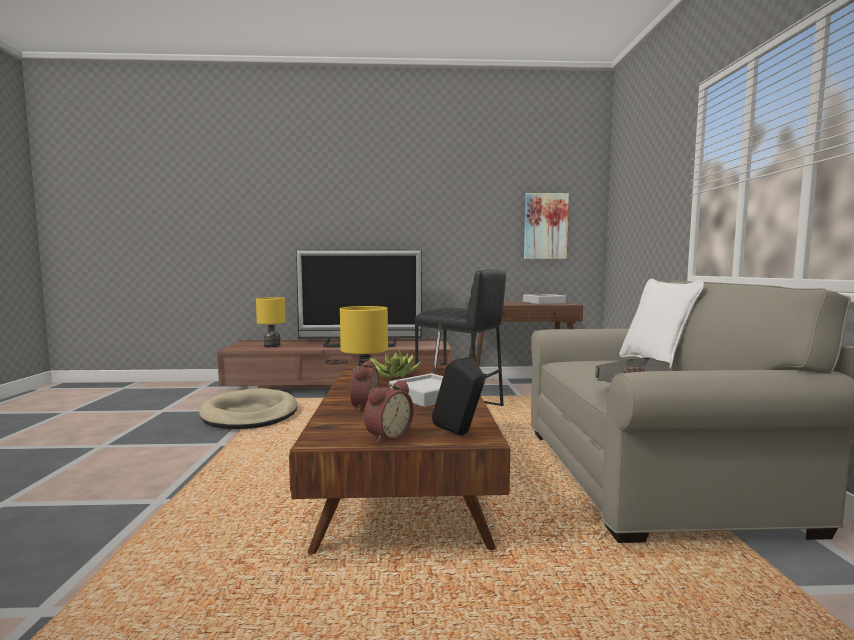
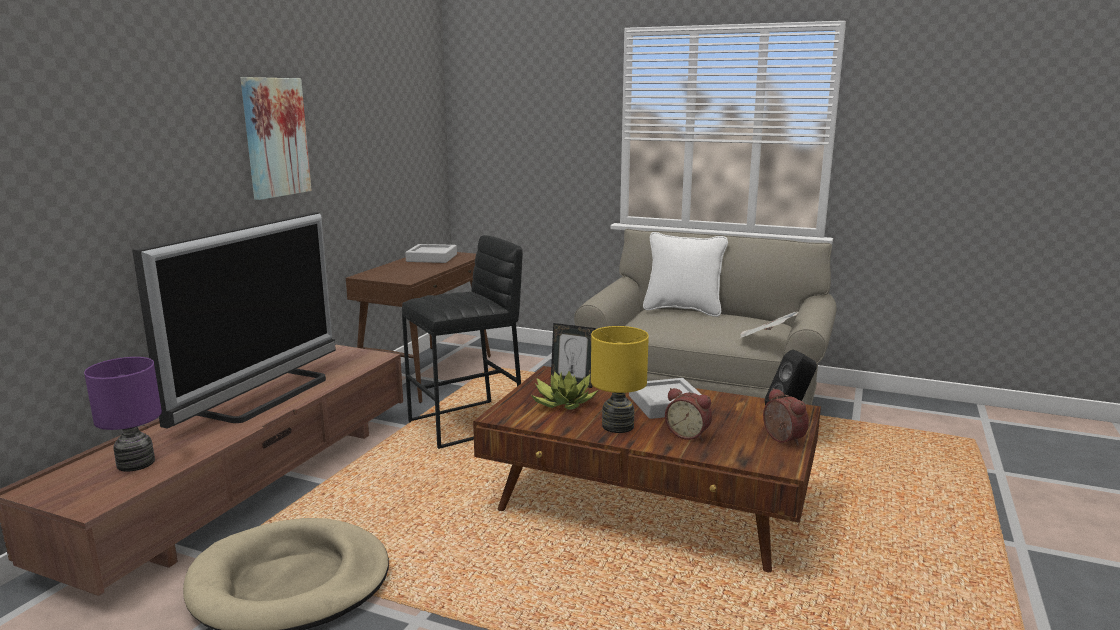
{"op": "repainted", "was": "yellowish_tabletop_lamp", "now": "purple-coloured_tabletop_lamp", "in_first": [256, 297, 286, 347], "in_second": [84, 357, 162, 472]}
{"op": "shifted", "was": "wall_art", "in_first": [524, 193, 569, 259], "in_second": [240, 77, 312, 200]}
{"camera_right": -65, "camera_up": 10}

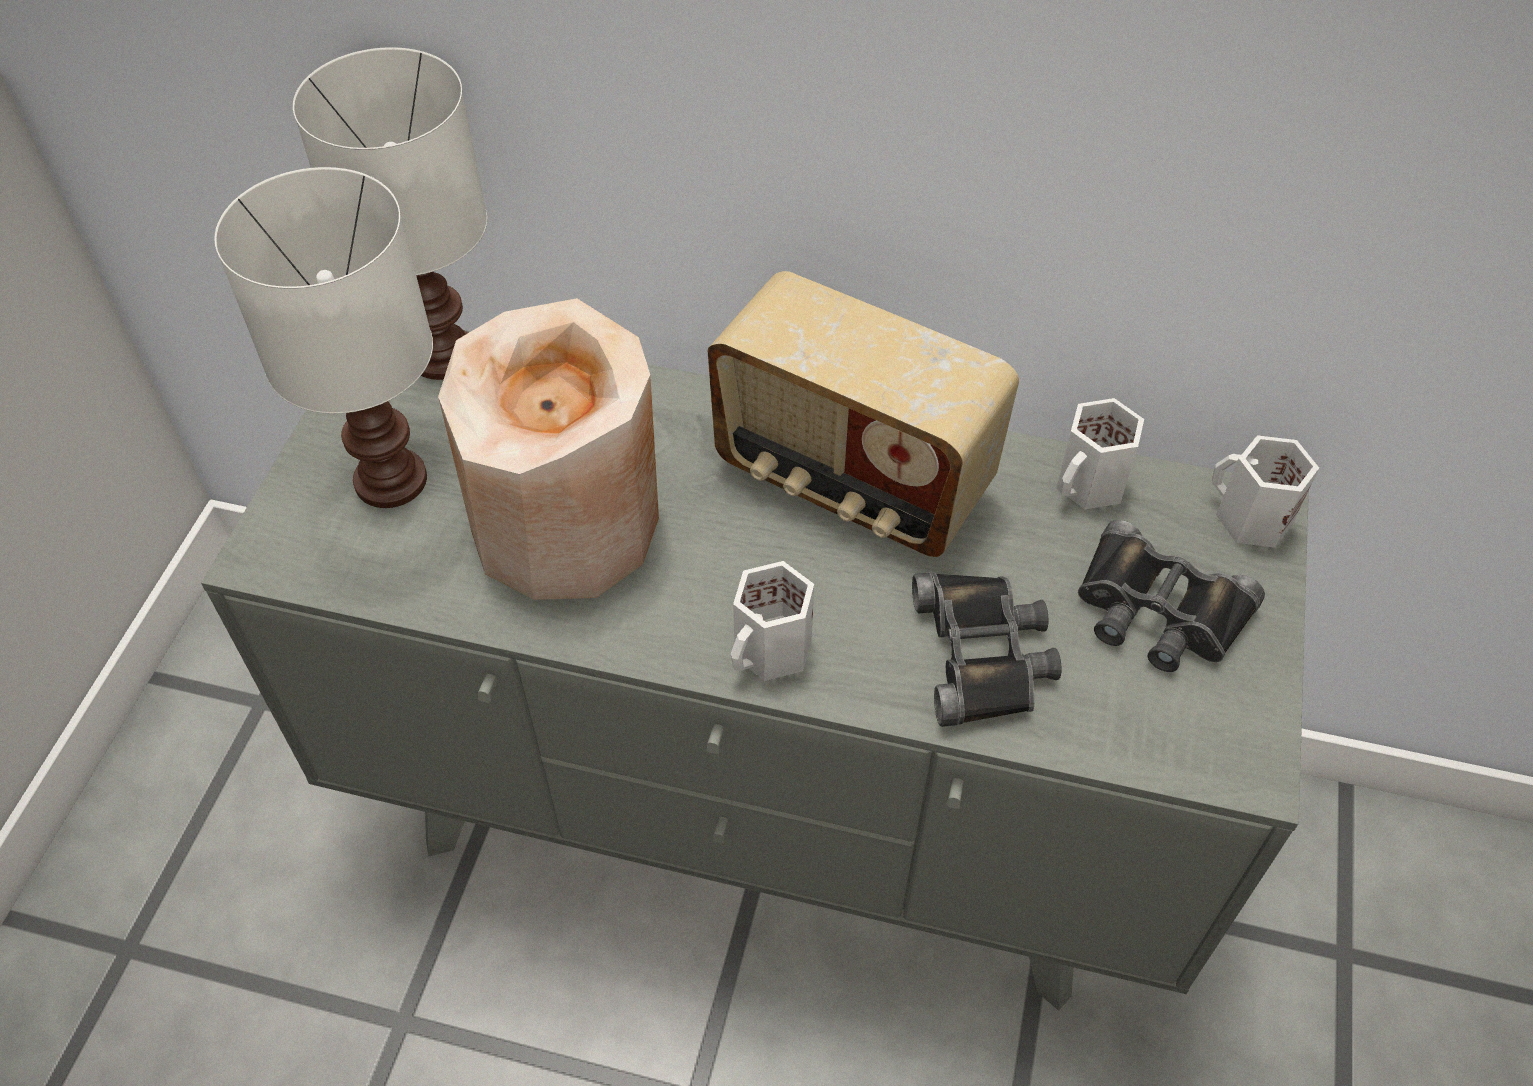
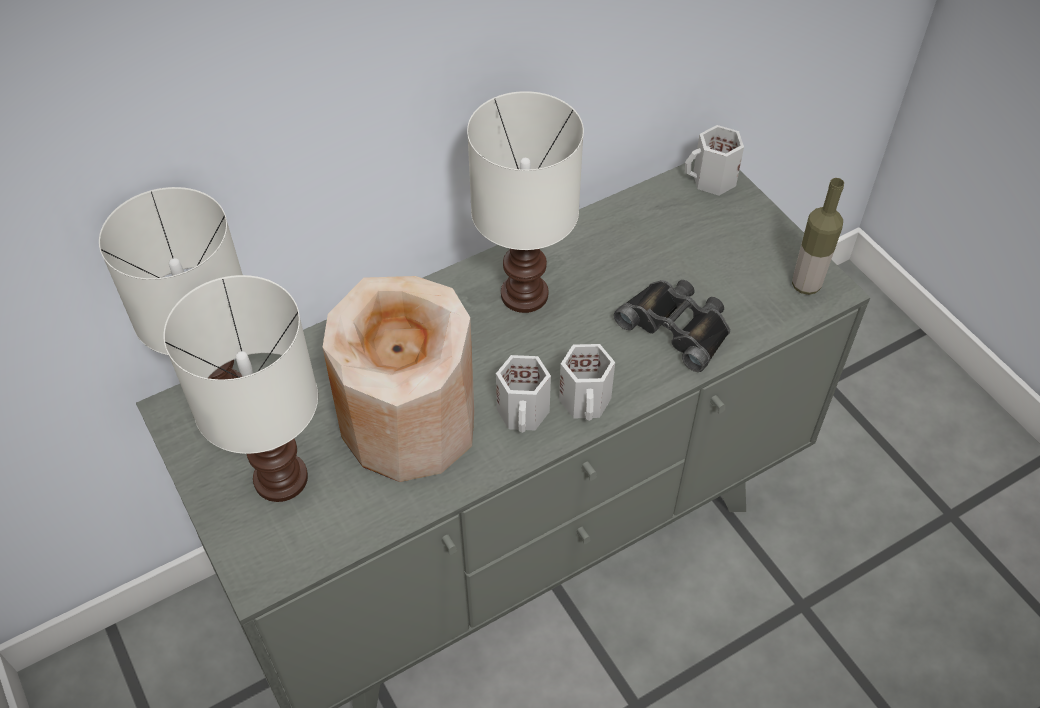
{"op": "swapped", "was": "radio_set", "now": "whitish_tabletop_lamp", "in_first": [708, 271, 1019, 557], "in_second": [467, 91, 584, 313]}
{"op": "shifted", "was": "whitish_coffee_mug", "in_first": [1057, 398, 1144, 509], "in_second": [496, 355, 551, 433]}
{"op": "new", "now": "bottle", "in_second": [792, 178, 844, 295]}
{"op": "gone", "was": "black_binoculars", "in_first": [1078, 520, 1265, 672]}
{"camera_right": -45, "camera_up": 0}

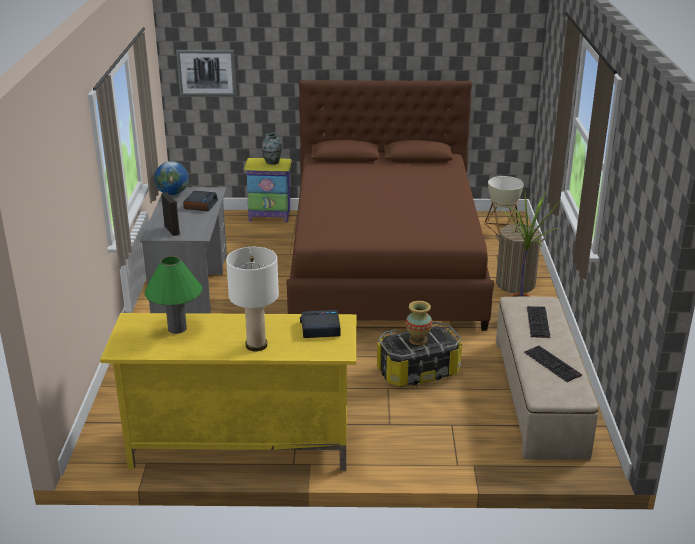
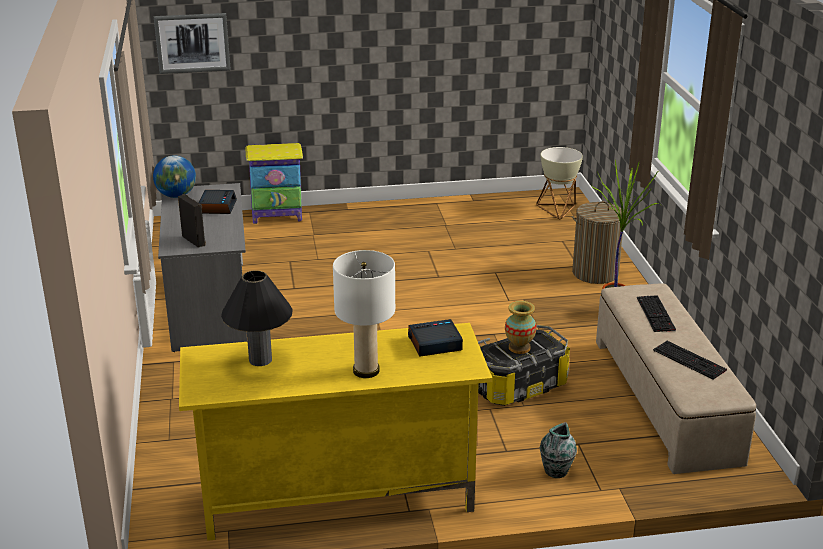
{"op": "repainted", "was": "green-coloured_tabletop_lamp", "now": "black_tabletop_lamp", "in_first": [145, 256, 202, 334], "in_second": [221, 270, 293, 366]}
{"op": "shifted", "was": "decorative_vase", "in_first": [261, 132, 282, 165], "in_second": [540, 422, 577, 478]}
{"op": "gone", "was": "brown-coloured_bed", "in_first": [286, 80, 494, 331]}
{"camera_right": -10, "camera_up": 0}

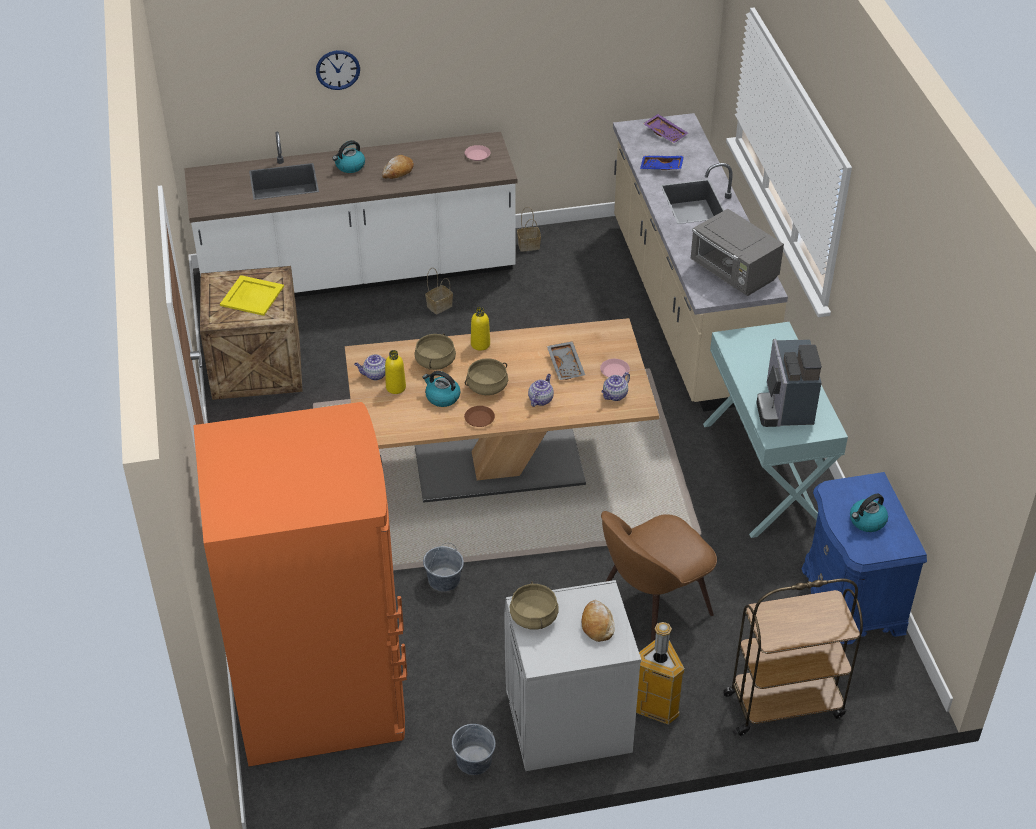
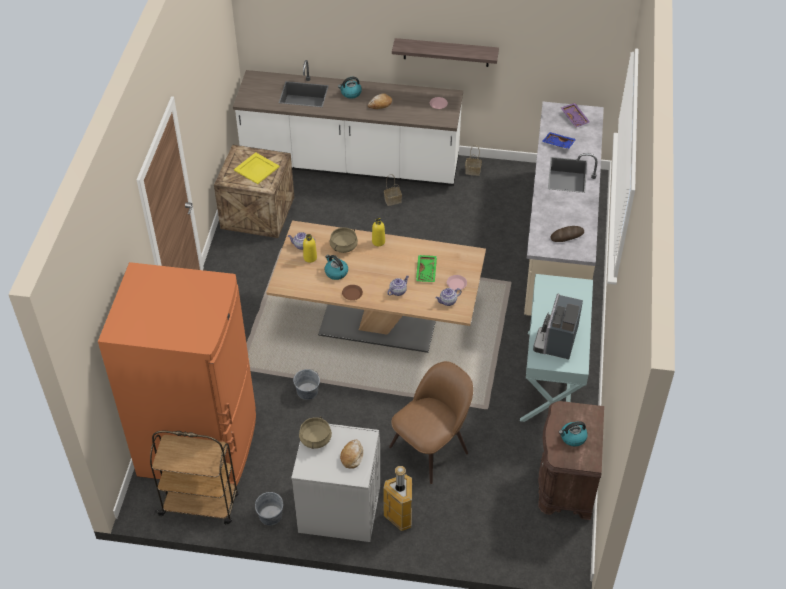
{"op": "shifted", "was": "brown-coloured_trolley", "in_first": [724, 579, 863, 736], "in_second": [150, 431, 239, 525]}
{"op": "rotated", "was": "brown-coloured_chair", "in_first": [601, 511, 717, 642], "in_second": [389, 361, 473, 484], "clockwise": 150}
{"op": "new", "now": "shelf", "in_second": [392, 38, 499, 67]}
{"op": "repainted", "was": "greyish_serving_tray", "now": "green-coloured_serving_tray", "in_first": [547, 341, 585, 380], "in_second": [416, 255, 437, 282]}
{"op": "repainted", "was": "blue-coloured_nightstand", "now": "brown-coloured_nightstand", "in_first": [802, 472, 927, 644], "in_second": [538, 401, 604, 520]}
{"op": "swapped", "was": "greyish_microwave", "now": "bread", "in_first": [690, 209, 784, 296], "in_second": [551, 226, 584, 242]}
{"op": "gone", "was": "clock_on_the_wall", "in_first": [316, 50, 360, 90]}
{"op": "gone", "was": "sand-coloured_cooking_pot", "in_first": [465, 358, 508, 395]}
{"camera_right": 20, "camera_up": 5}

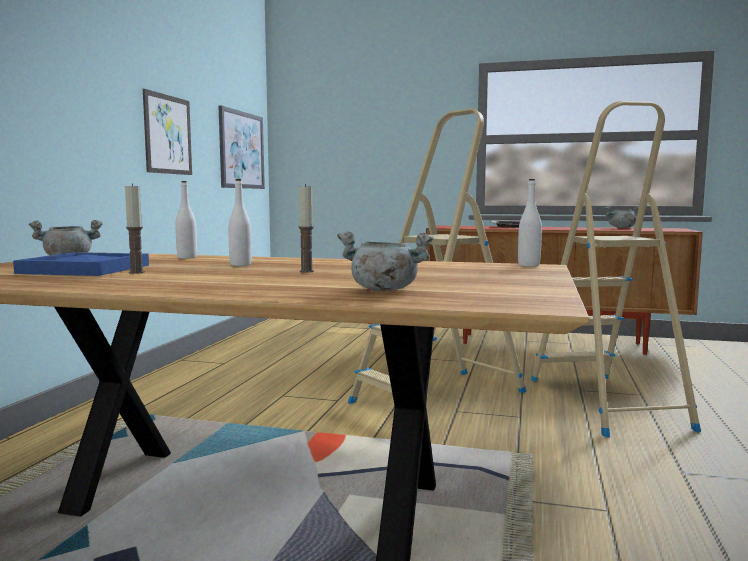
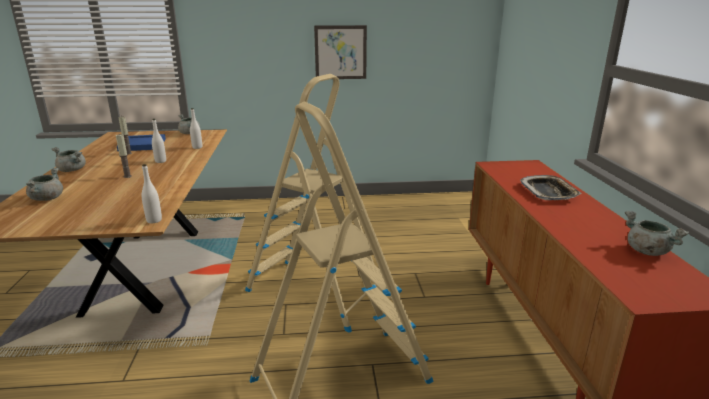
{"op": "new", "now": "greyish_cooking_pot", "in_second": [52, 147, 86, 172]}
{"op": "gone", "was": "wall_art", "in_first": [218, 105, 265, 189]}
{"camera_right": 70, "camera_up": 15}

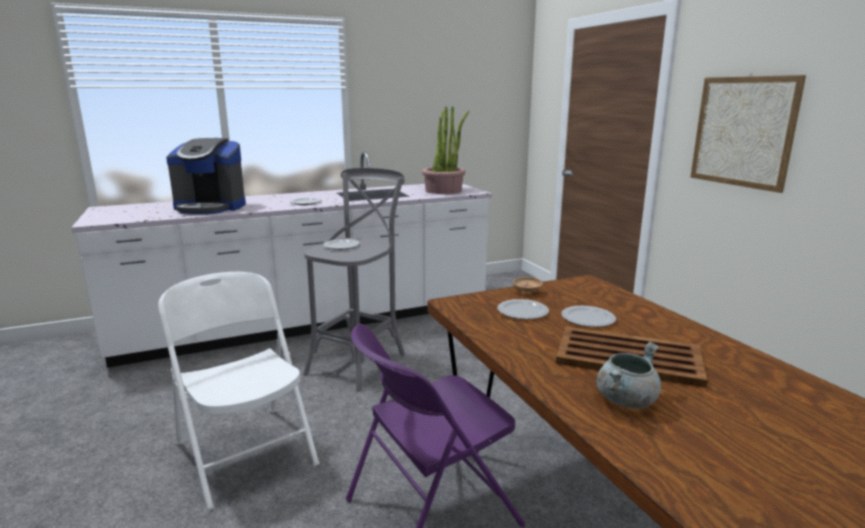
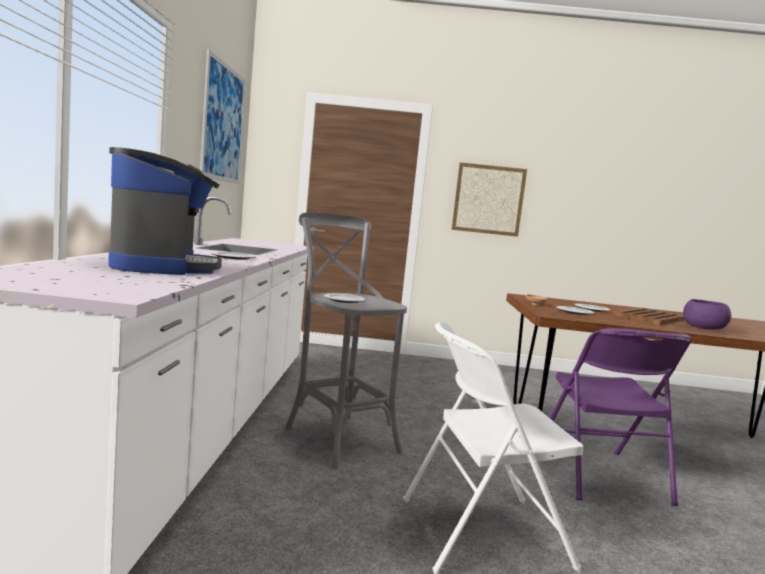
{"op": "rotated", "was": "coffee_maker", "in_first": [166, 138, 246, 214], "in_second": [108, 147, 222, 275], "clockwise": -45}
{"op": "new", "now": "wall_art", "in_second": [200, 49, 246, 184]}
{"op": "swapped", "was": "greyish_cooking_pot", "now": "purple-coloured_serving_bowl", "in_first": [596, 342, 661, 409], "in_second": [683, 299, 731, 330]}
{"op": "gone", "was": "houseplant", "in_first": [422, 106, 469, 194]}
{"camera_right": -65, "camera_up": -10}

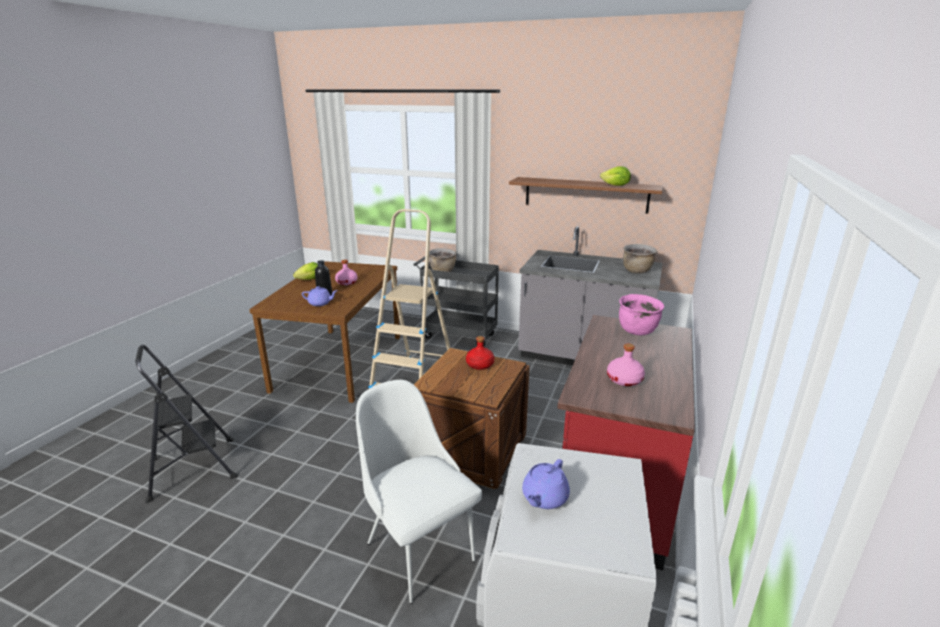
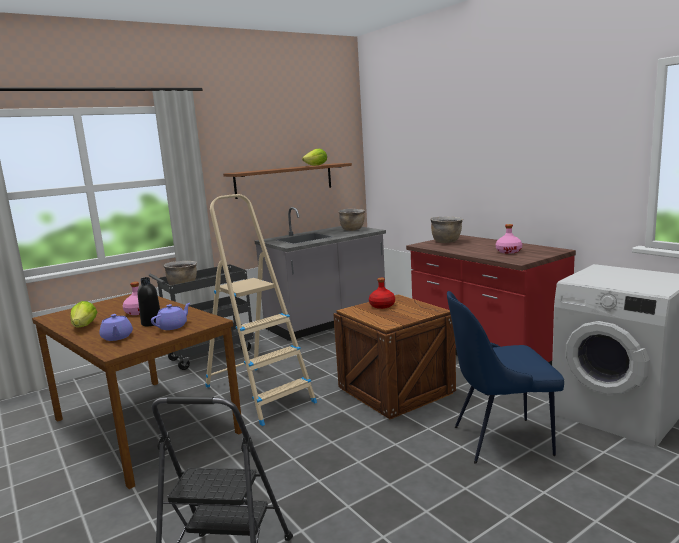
{"op": "shifted", "was": "purple-coloured_pot_for_tea", "in_first": [522, 459, 570, 509], "in_second": [99, 314, 133, 341]}
{"op": "repainted", "was": "pink-coloured_cooking_pot", "now": "brown-coloured_cooking_pot", "in_first": [619, 294, 664, 335], "in_second": [430, 217, 463, 243]}
{"op": "repainted", "was": "whitish_chair", "now": "blue-coloured_chair", "in_first": [356, 380, 482, 604], "in_second": [447, 291, 564, 464]}
{"camera_right": -55, "camera_up": -10}

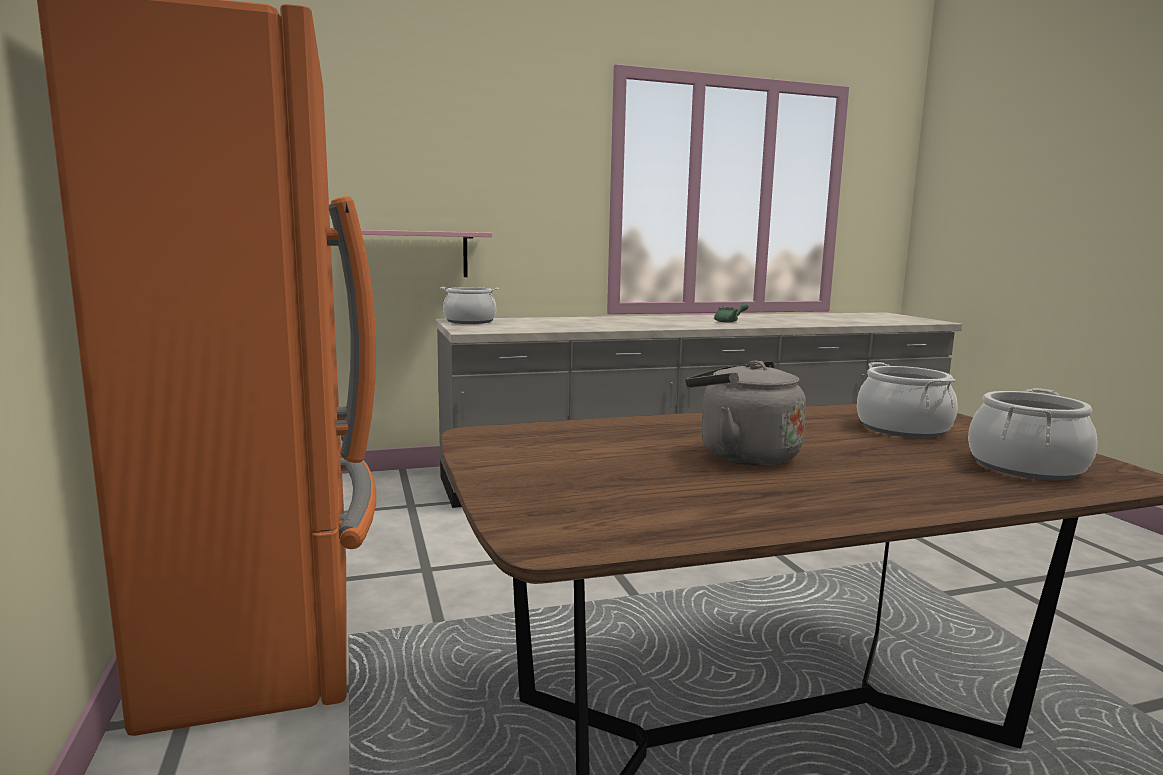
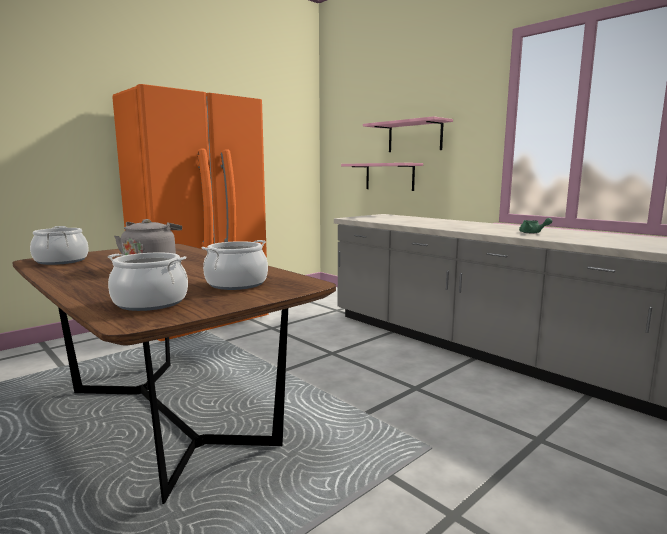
{"op": "shifted", "was": "cooking_pot", "in_first": [440, 287, 499, 324], "in_second": [30, 226, 89, 265]}
{"op": "new", "now": "pink-coloured_shelf", "in_second": [363, 116, 453, 152]}
{"camera_right": 65, "camera_up": 0}

